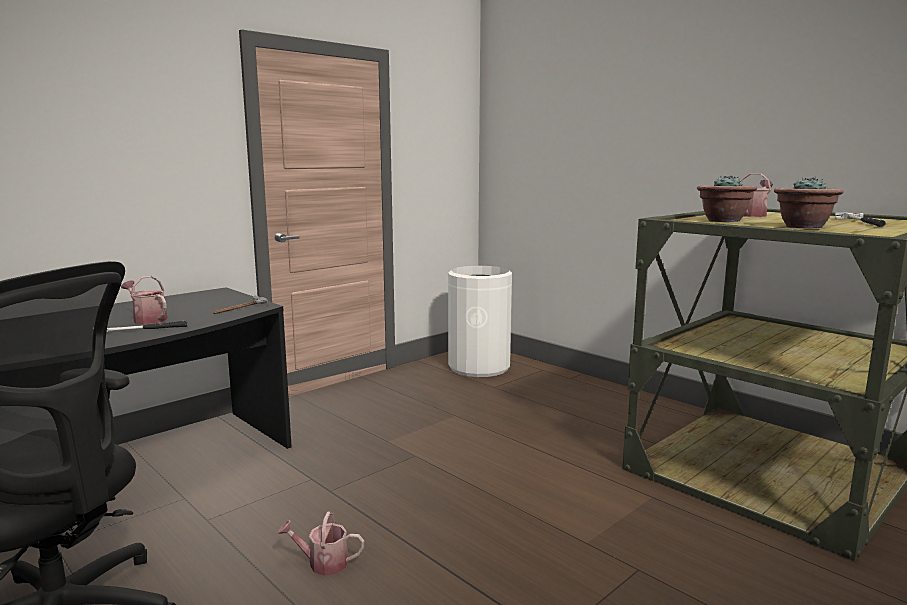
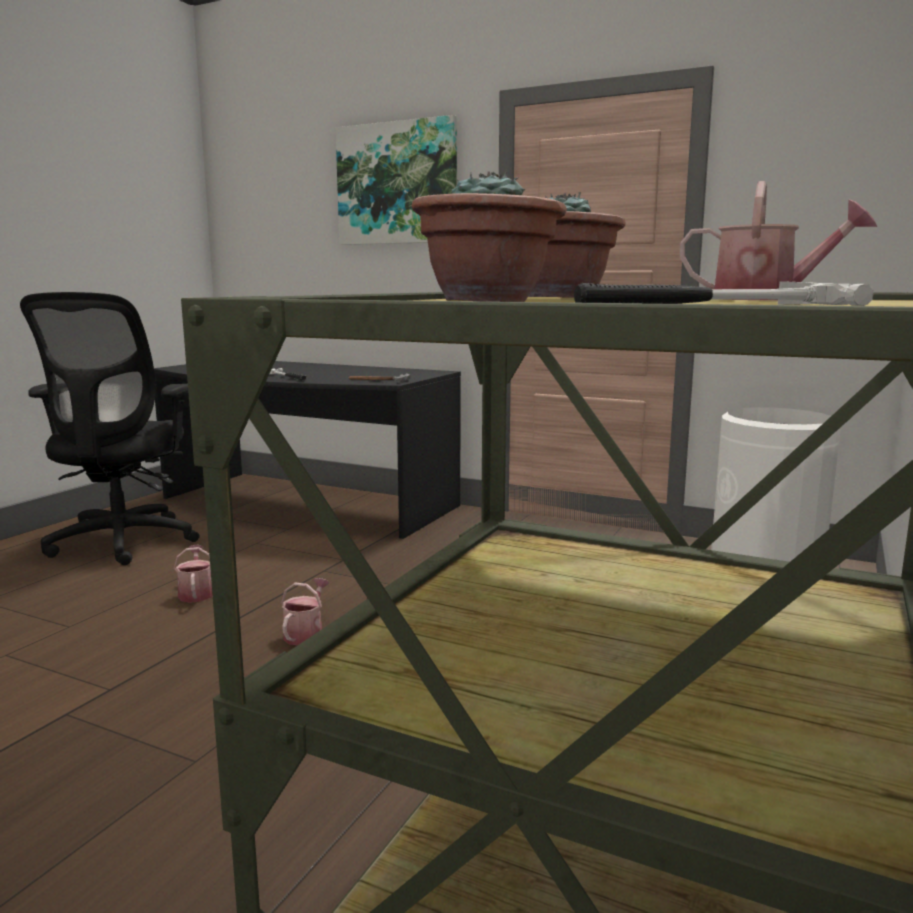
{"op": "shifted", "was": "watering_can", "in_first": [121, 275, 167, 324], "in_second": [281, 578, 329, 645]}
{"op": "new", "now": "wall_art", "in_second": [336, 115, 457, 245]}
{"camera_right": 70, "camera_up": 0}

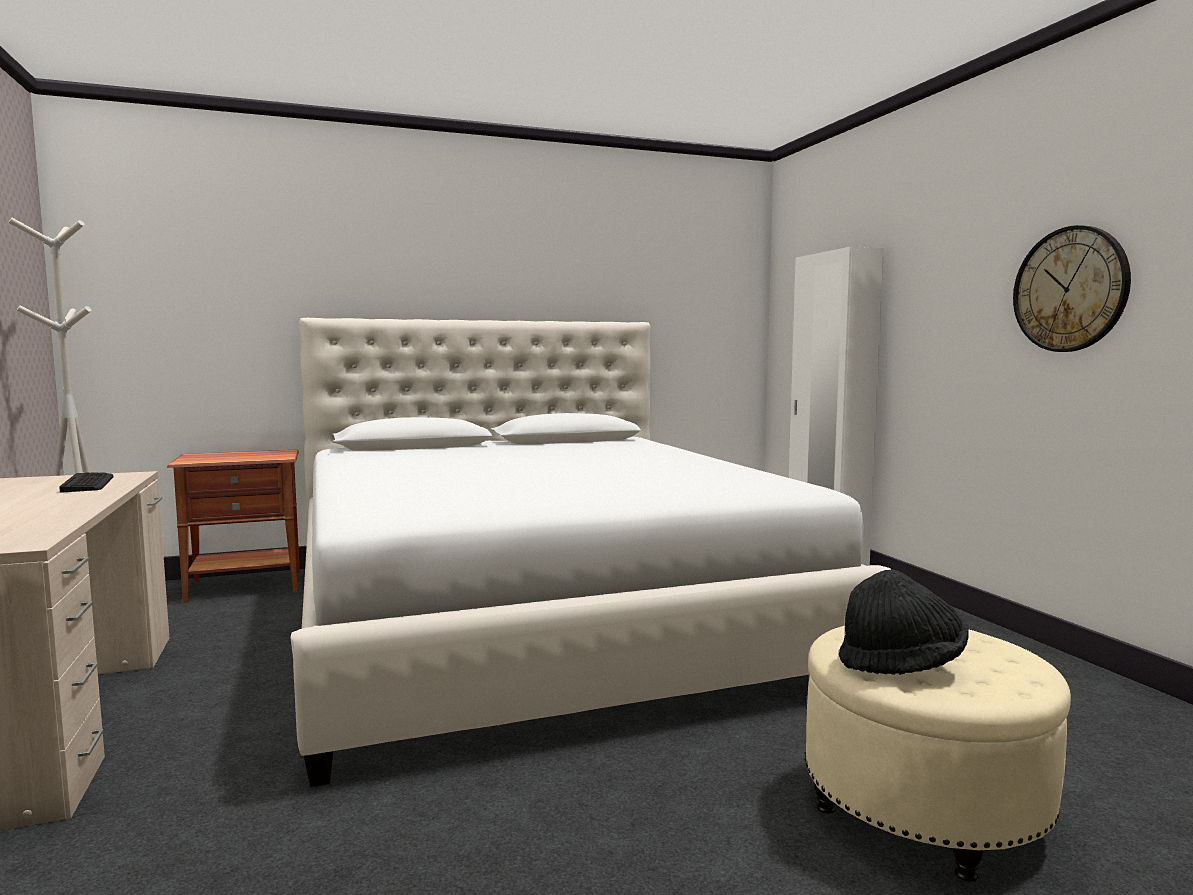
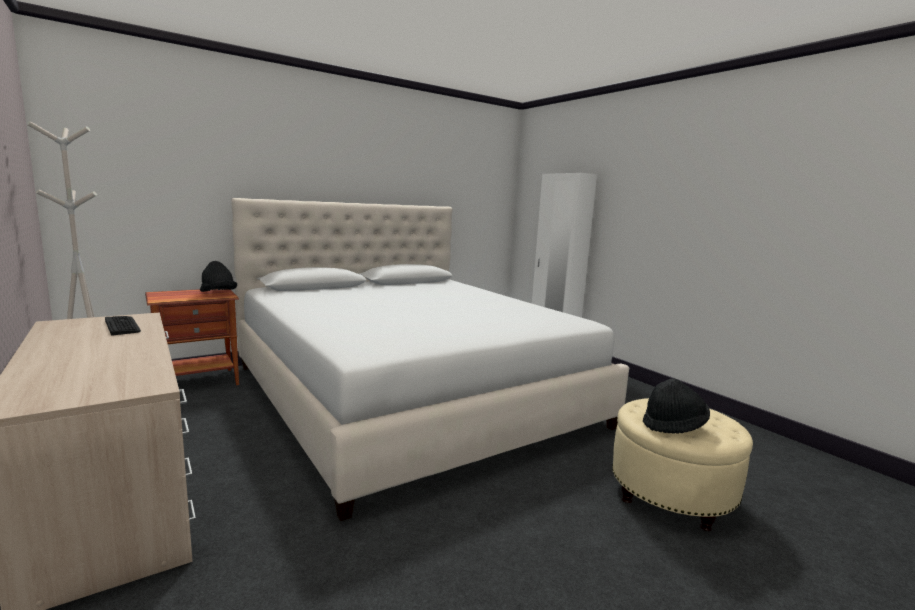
{"op": "new", "now": "black_wearable_hat", "in_second": [200, 261, 237, 292]}
{"op": "gone", "was": "clock_on_the_wall", "in_first": [1013, 225, 1131, 352]}
{"camera_right": -15, "camera_up": 5}

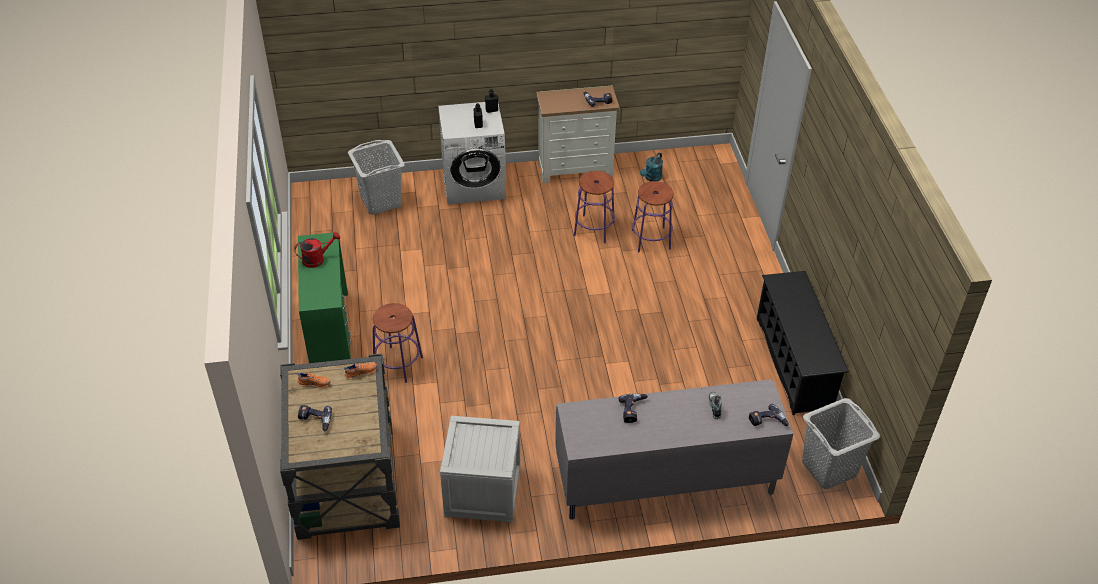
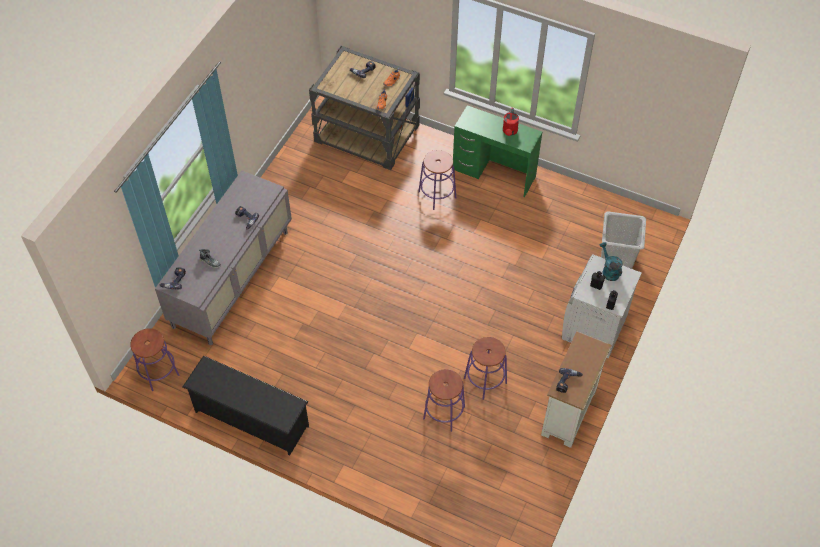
{"op": "swapped", "was": "greyish_hamper", "now": "purple-coloured_stool_seat", "in_first": [802, 398, 880, 489], "in_second": [130, 328, 179, 391]}
{"op": "shifted", "was": "turquoise_watering_can", "in_first": [640, 152, 663, 182], "in_second": [600, 242, 623, 281]}
{"op": "gone", "was": "packing_crate", "in_first": [440, 416, 520, 522]}
{"camera_right": 125, "camera_up": 10}

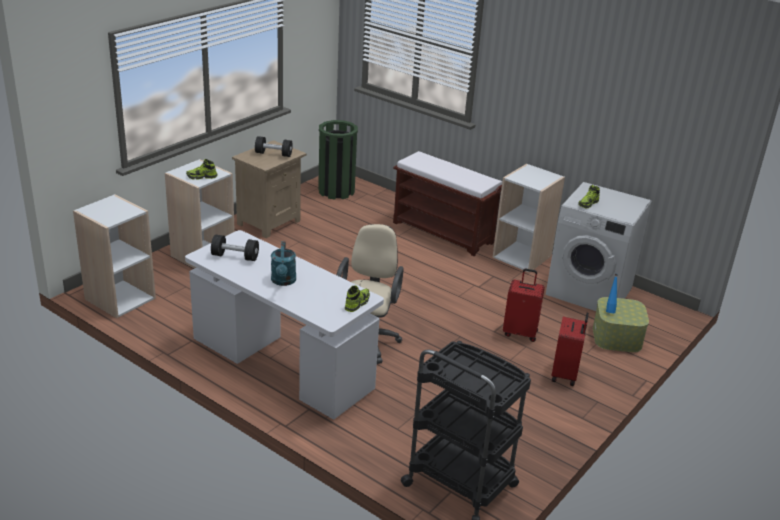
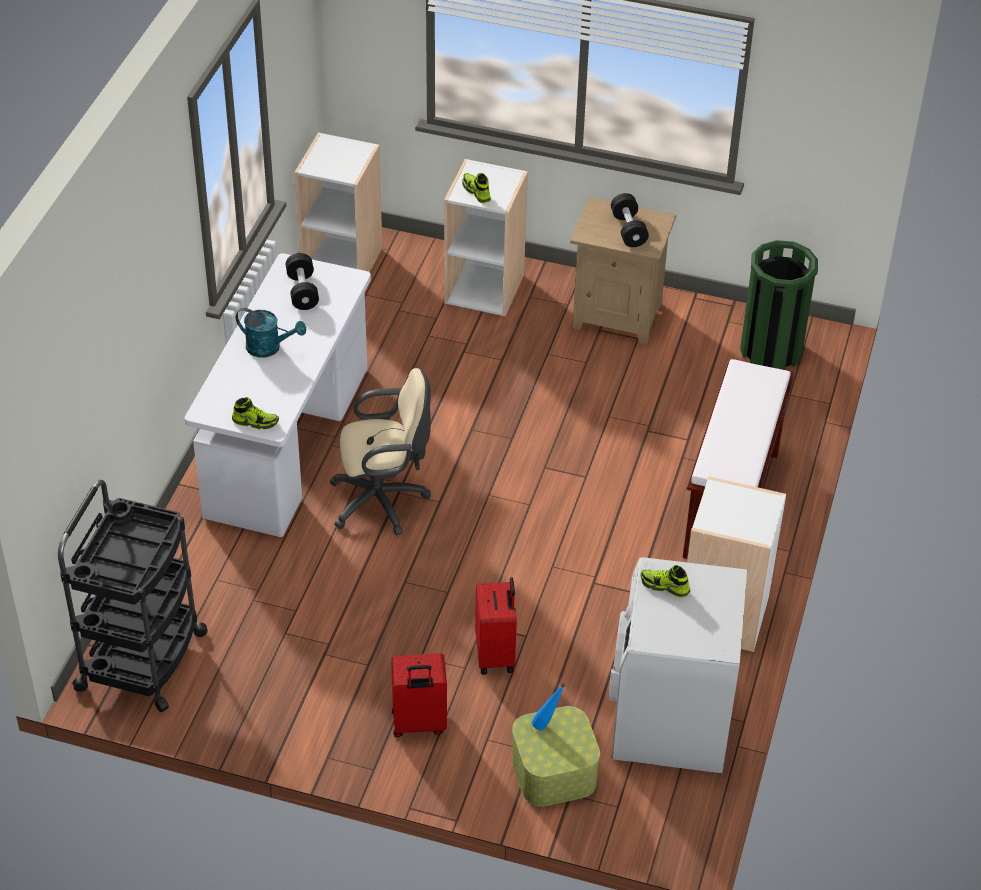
{"op": "rotated", "was": "turquoise_watering_can", "in_first": [271, 241, 296, 286], "in_second": [236, 308, 306, 357], "clockwise": -135}
{"camera_right": 70, "camera_up": 15}

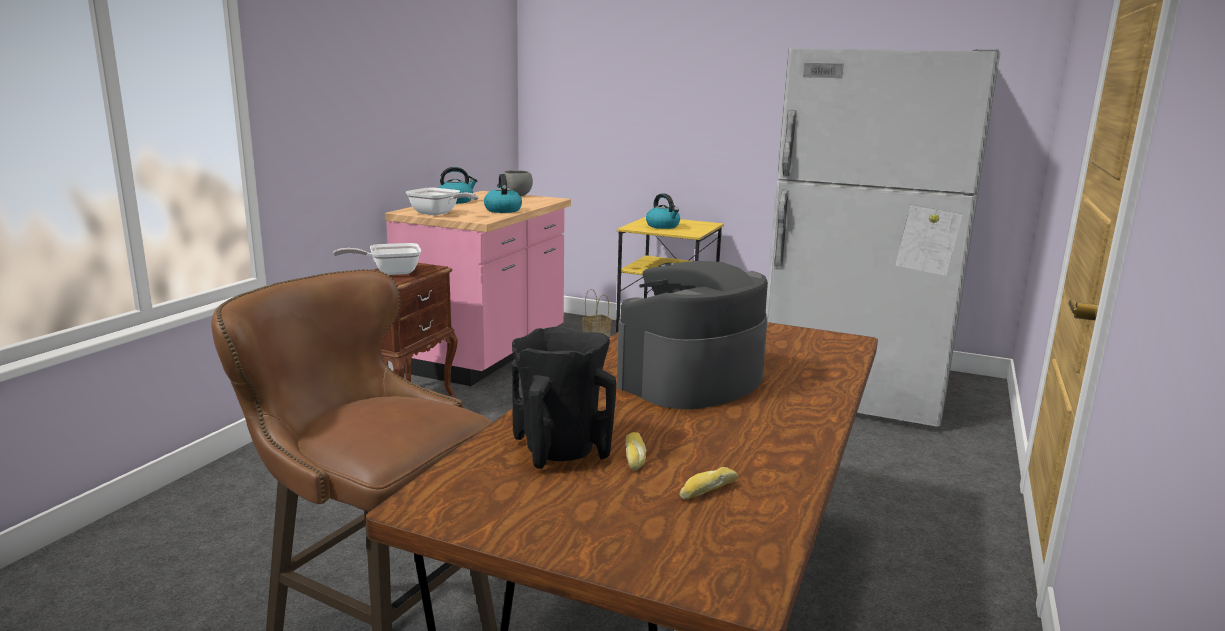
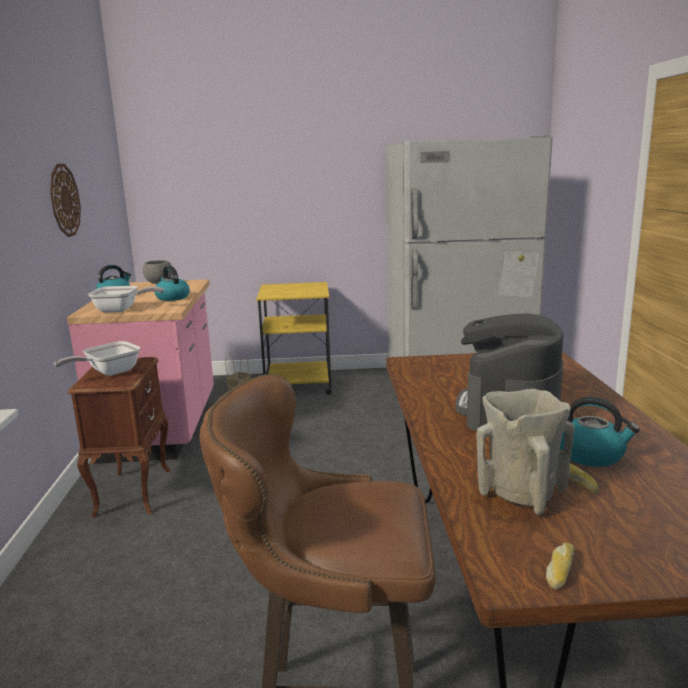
{"op": "new", "now": "clock_on_the_wall", "in_second": [50, 164, 81, 237]}
{"op": "repainted", "was": "black_decorative_vase", "now": "sand-coloured_decorative_vase", "in_first": [512, 327, 616, 469], "in_second": [476, 389, 574, 515]}
{"op": "shifted", "was": "bread", "in_first": [679, 467, 738, 500], "in_second": [546, 543, 575, 589]}
{"op": "shifted", "was": "tea_kettle", "in_first": [646, 193, 680, 229], "in_second": [560, 397, 640, 467]}
{"camera_right": -25, "camera_up": 0}

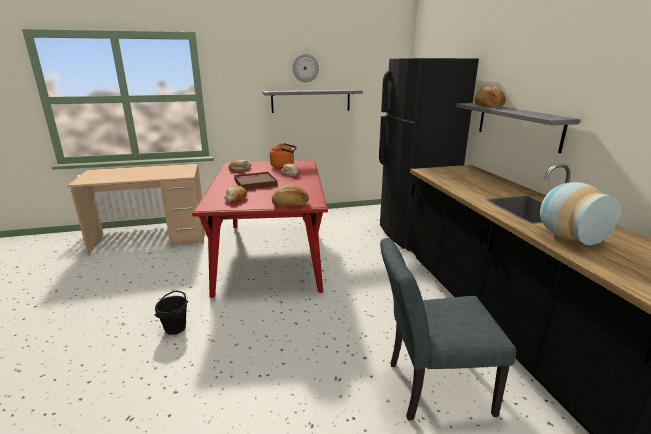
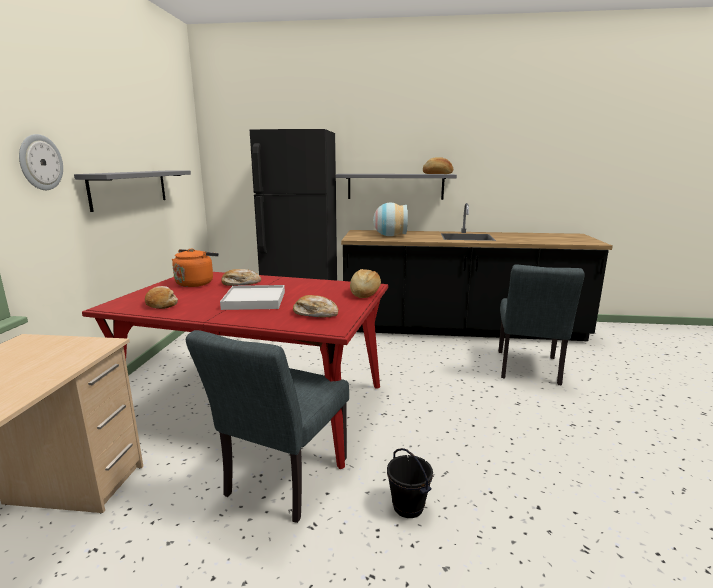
{"op": "shifted", "was": "clock_on_the_wall", "in_first": [293, 54, 319, 82], "in_second": [19, 134, 63, 190]}
{"op": "new", "now": "greyish_chair", "in_second": [186, 330, 349, 523]}
{"op": "repainted", "was": "brown-coloured_serving_tray", "now": "whitish_serving_tray", "in_first": [234, 172, 278, 190], "in_second": [220, 285, 285, 310]}
{"op": "shifted", "was": "decorative_vase", "in_first": [540, 182, 621, 245], "in_second": [373, 203, 408, 236]}
{"op": "shifted", "was": "bread", "in_first": [475, 87, 506, 107], "in_second": [423, 157, 453, 174]}
{"camera_right": -70, "camera_up": -5}

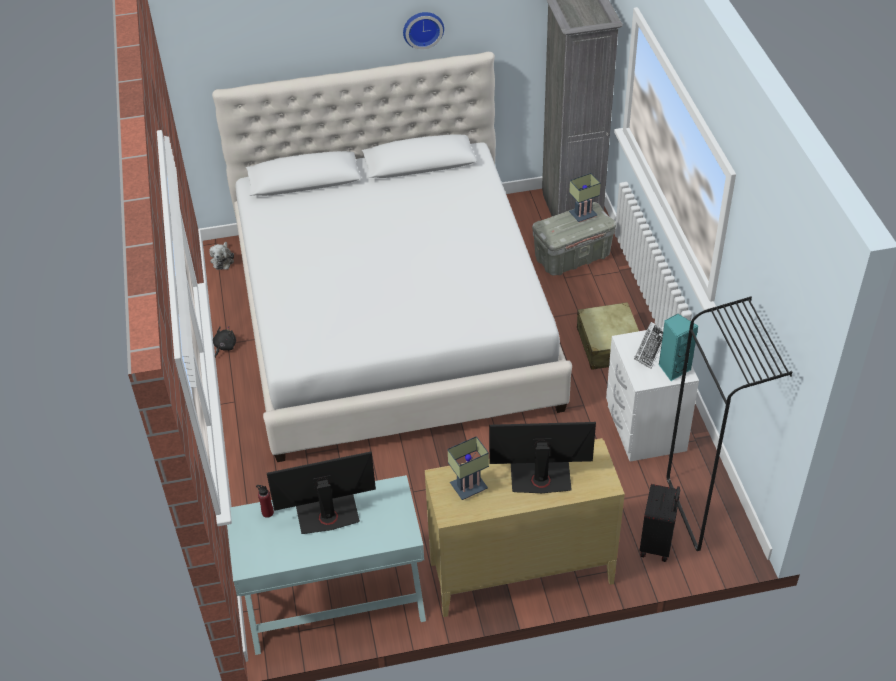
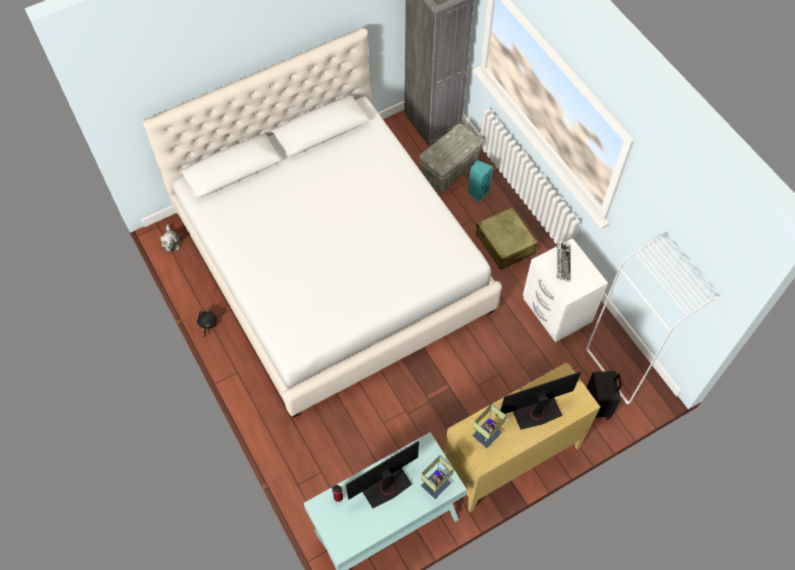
{"op": "shifted", "was": "tabletop_lamp", "in_first": [569, 173, 601, 223], "in_second": [421, 455, 454, 499]}
{"op": "shifted", "was": "turquoise_loudspeaker", "in_first": [658, 314, 698, 381], "in_second": [468, 160, 493, 202]}
{"op": "repainted", "was": "black_garment_stand", "now": "whitish_garment_stand", "in_first": [667, 297, 792, 551], "in_second": [586, 235, 716, 404]}
{"op": "gone", "was": "clock_on_the_wall", "in_first": [403, 12, 444, 49]}
{"camera_right": -20, "camera_up": 15}

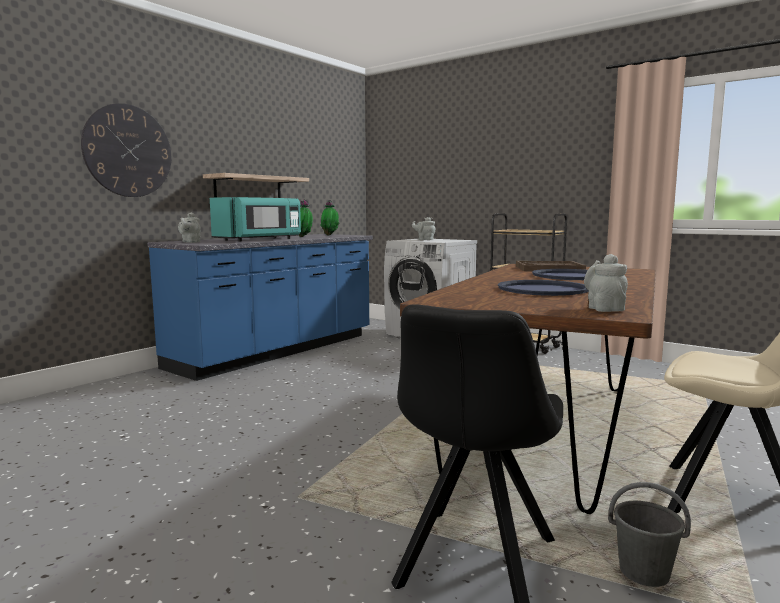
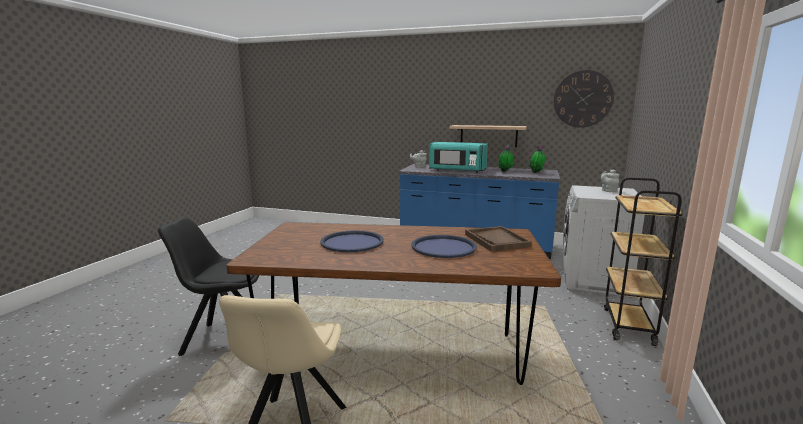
{"op": "shifted", "was": "clock_on_the_wall", "in_first": [81, 103, 171, 197], "in_second": [554, 70, 614, 128]}
{"op": "gone", "was": "greyish_pot_for_tea", "in_first": [584, 254, 628, 312]}
{"op": "gone", "was": "greyish_water_bucket", "in_first": [608, 482, 691, 587]}
{"camera_right": 70, "camera_up": 5}

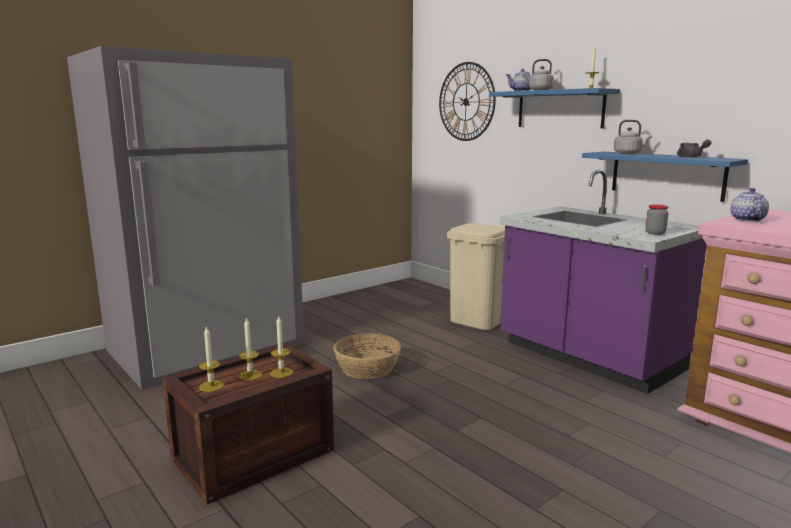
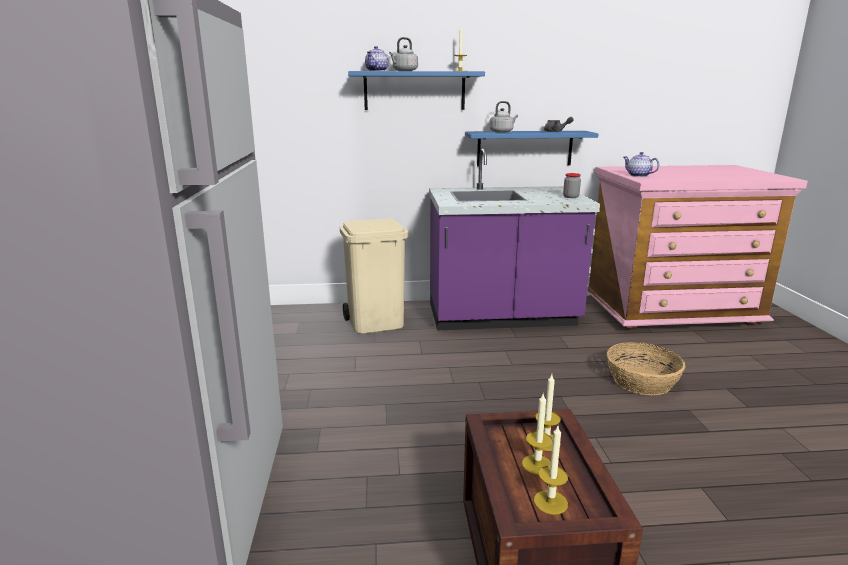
{"op": "shifted", "was": "household_basket", "in_first": [333, 334, 401, 379], "in_second": [607, 342, 685, 395]}
{"op": "gone", "was": "clock_on_the_wall", "in_first": [439, 62, 496, 141]}
{"camera_right": -55, "camera_up": 5}

